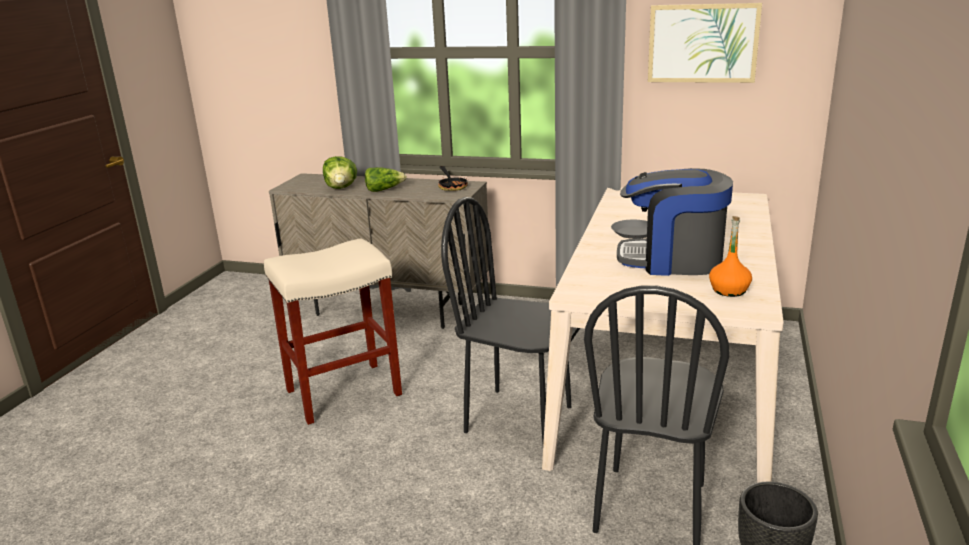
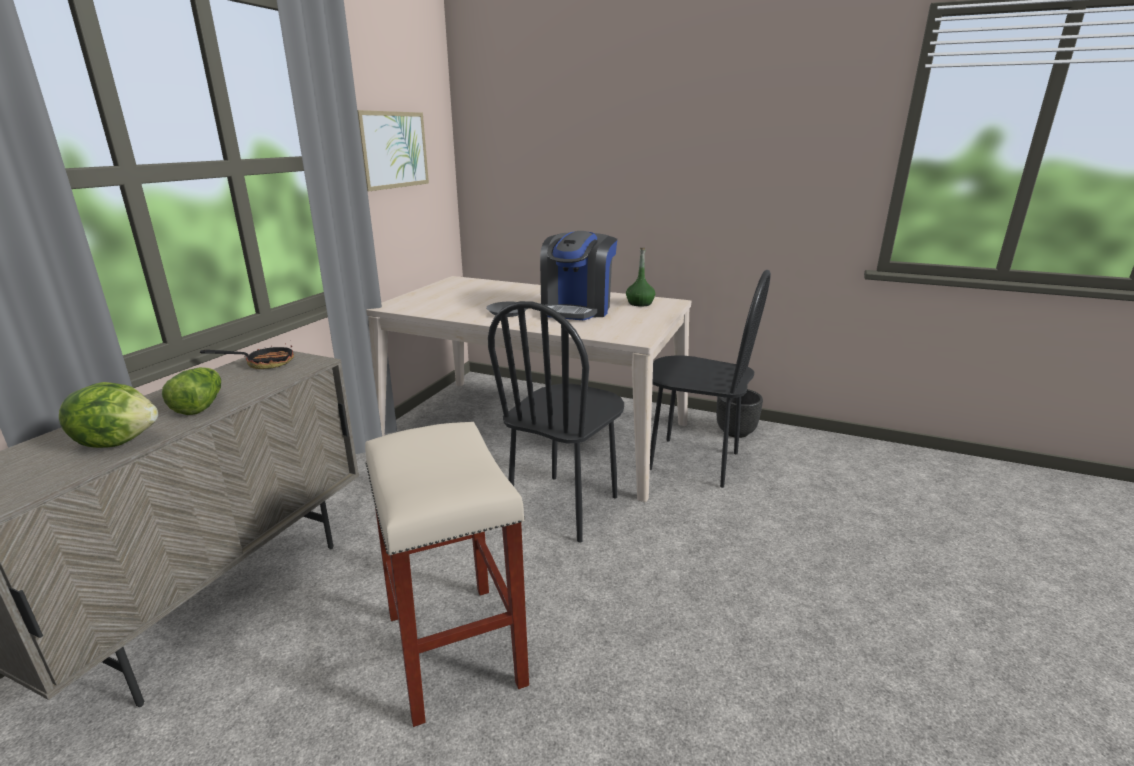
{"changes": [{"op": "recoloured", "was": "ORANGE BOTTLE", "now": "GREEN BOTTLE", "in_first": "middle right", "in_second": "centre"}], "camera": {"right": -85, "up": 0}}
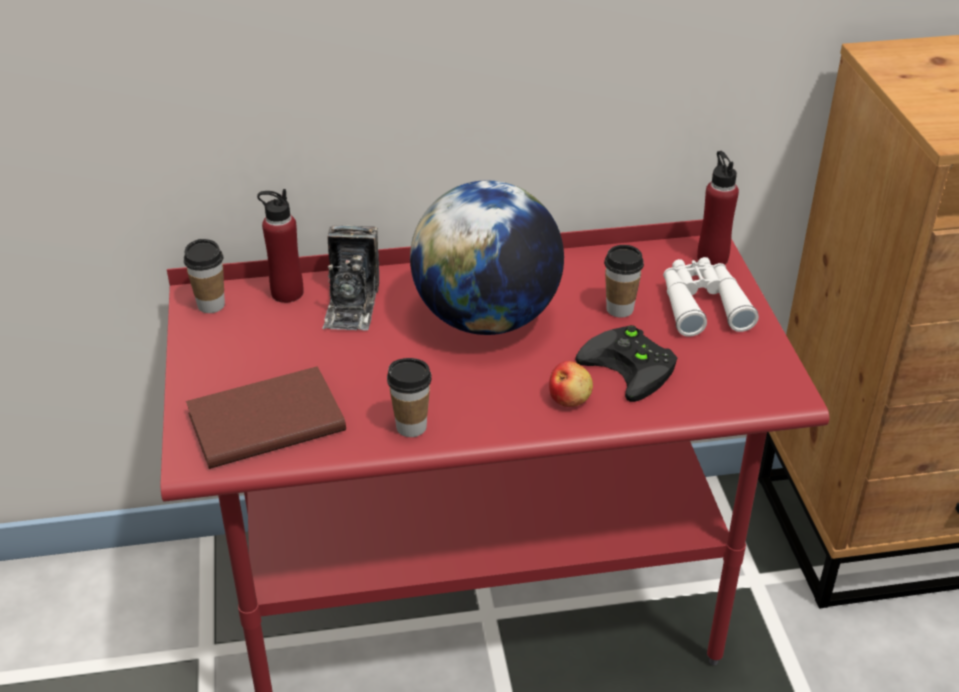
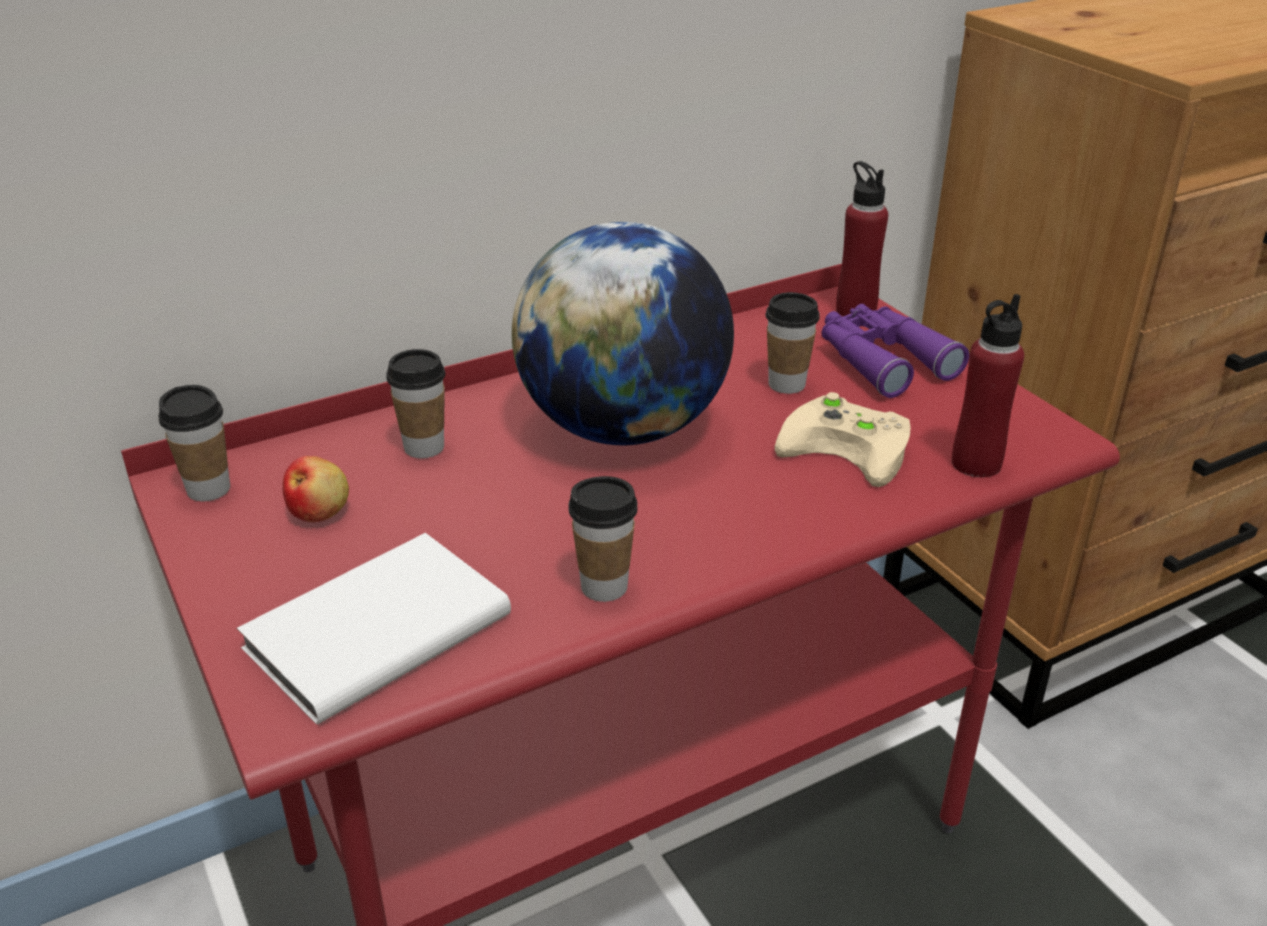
{"changes": [{"op": "moved", "was": "RED BOTTLE (1st from left in the first image)", "now": "RED BOTTLE (2nd from left)", "in_first": "middle left", "in_second": "middle right"}, {"op": "replaced", "was": "PHOTO CAMERA", "now": "CUP (2nd from left)", "in_first": "centre", "in_second": "middle left"}, {"op": "recoloured", "was": "WHITE BINOCULARS", "now": "PURPLE BINOCULARS", "in_first": "middle right", "in_second": "middle right"}, {"op": "recoloured", "was": "BLACK GAME CONTROLLER", "now": "BEIGE GAME CONTROLLER", "in_first": "centre", "in_second": "centre"}, {"op": "moved", "was": "APPLE", "in_first": "centre", "in_second": "middle left"}, {"op": "recoloured", "was": "BROWN BOOK", "now": "WHITE BOOK", "in_first": "middle left", "in_second": "bottom left"}], "camera": {"right": -20, "up": -5}}
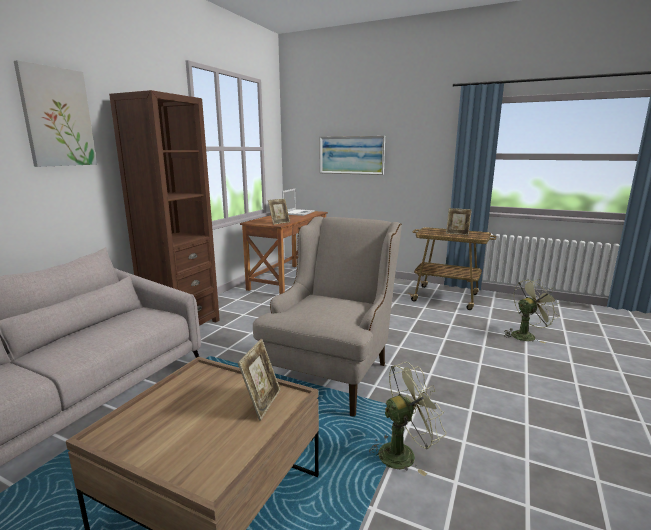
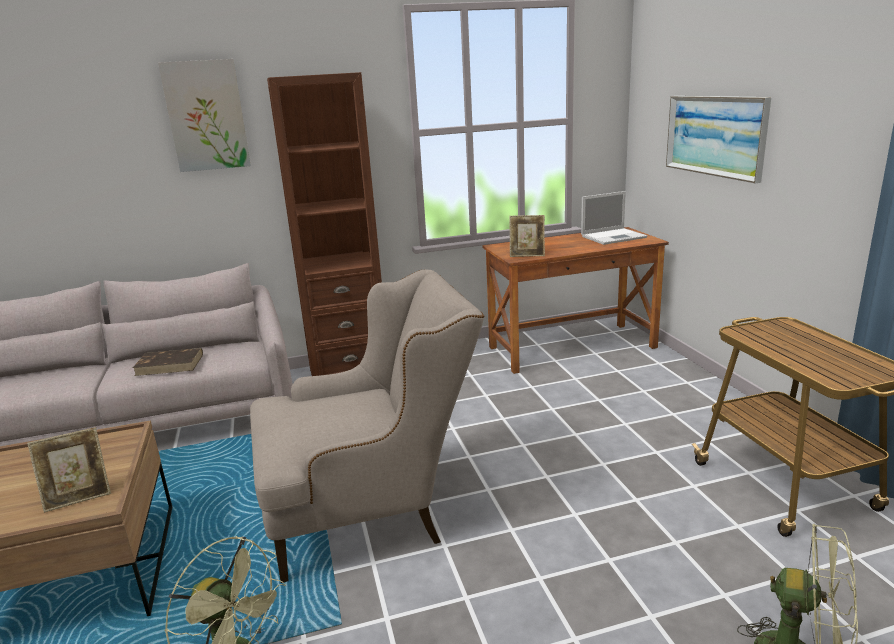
{"changes": [{"op": "removed", "was": "PICTURE FRAME (3rd from left)", "in_first": "middle right"}, {"op": "added", "now": "BROWN BOOK", "in_second": "middle left"}], "camera": {"right": 50, "up": 5}}
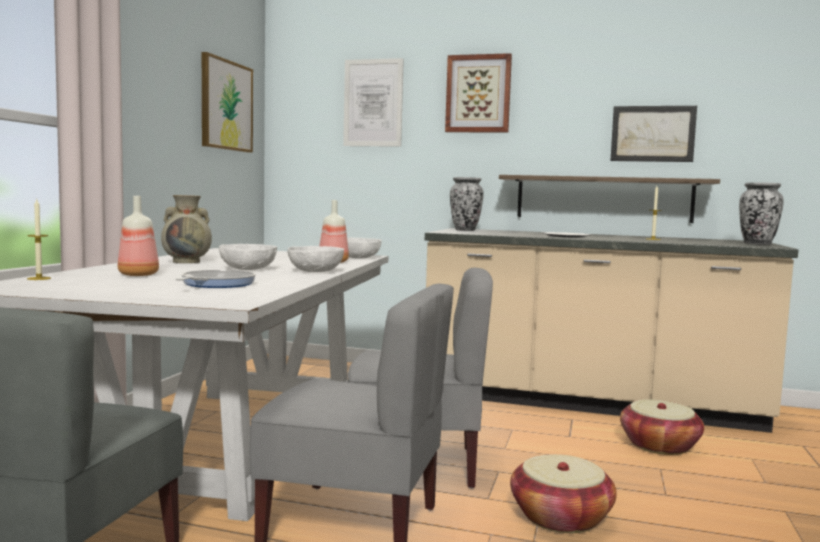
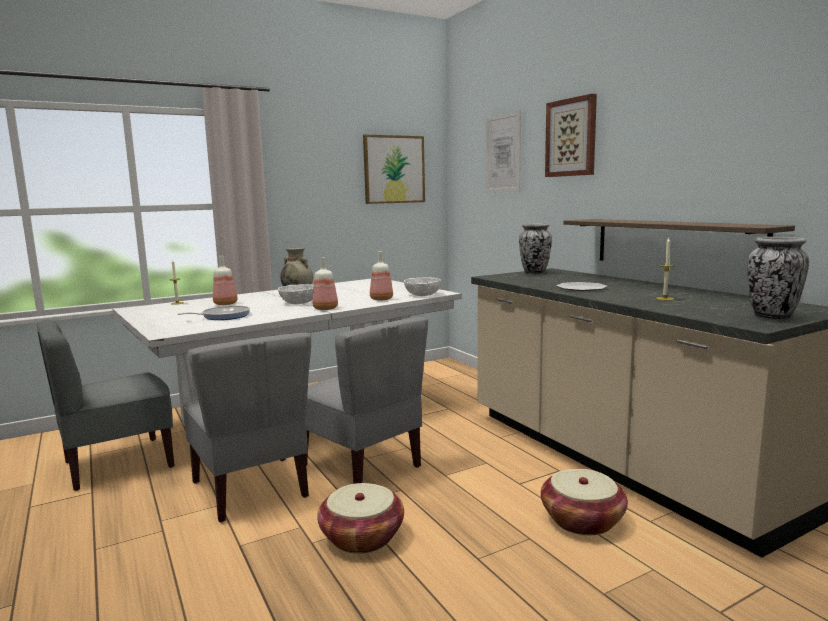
{"changes": [{"op": "removed", "was": "PICTURE (4th from left)", "in_first": "top right"}, {"op": "replaced", "was": "WHITE BOWL (2nd from left)", "now": "BOTTLE (2nd from left)", "in_first": "centre", "in_second": "centre"}], "camera": {"right": 45, "up": 5}}
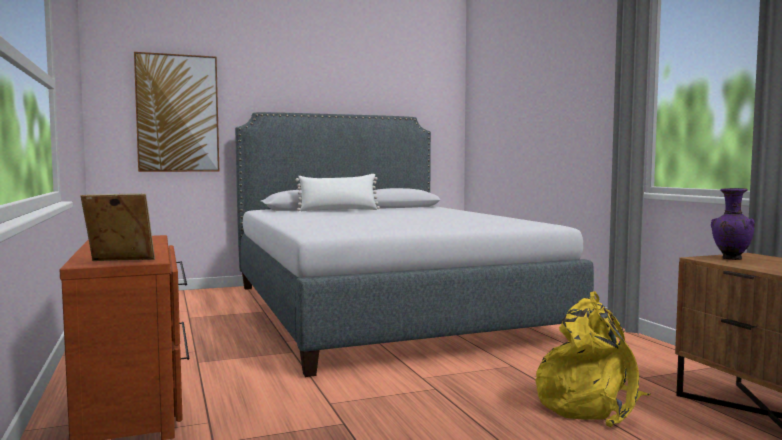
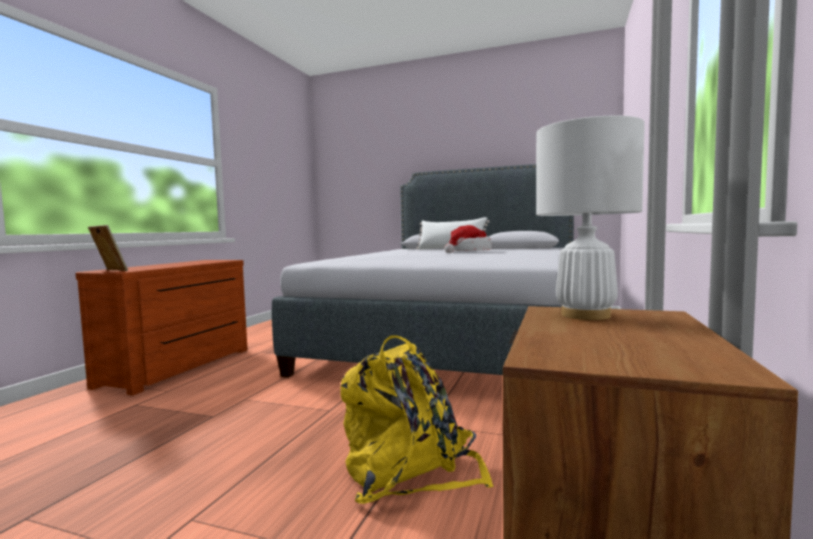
{"changes": [{"op": "removed", "was": "PICTURE", "in_first": "top left"}, {"op": "replaced", "was": "PURPLE VASE", "now": "WHITE TABLE LAMP", "in_first": "middle right", "in_second": "middle right"}, {"op": "added", "now": "HAT", "in_second": "centre"}], "camera": {"right": 40, "up": 0}}
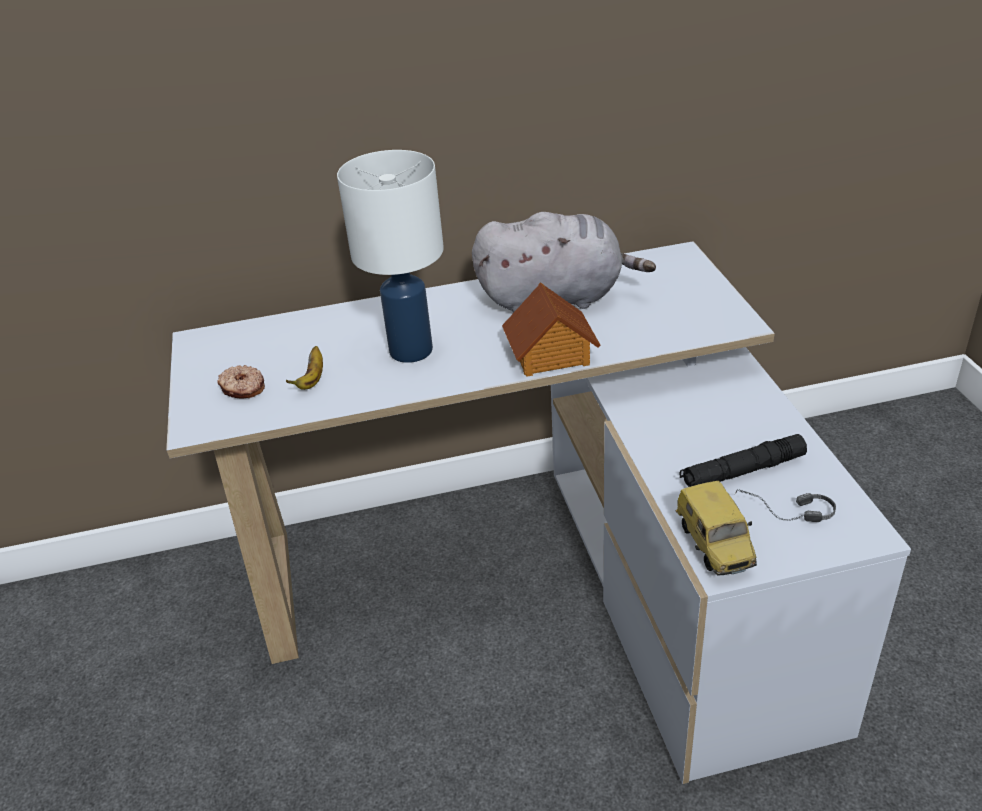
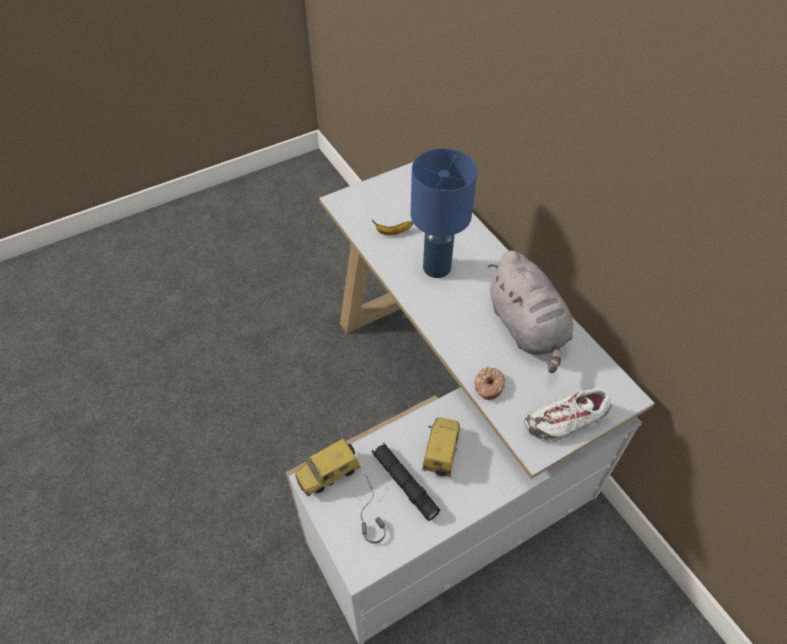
{"changes": [{"op": "recoloured", "was": "WHITE TABLE LAMP", "now": "BLUE TABLE LAMP", "in_first": "top centre", "in_second": "top centre"}, {"op": "removed", "was": "TOY HOUSE", "in_first": "centre"}, {"op": "moved", "was": "DONUT", "in_first": "middle left", "in_second": "centre"}, {"op": "added", "now": "WHITE SHOE", "in_second": "middle right"}, {"op": "added", "now": "TOY CAR (2nd from left)", "in_second": "bottom centre"}], "camera": {"right": 70, "up": 15}}
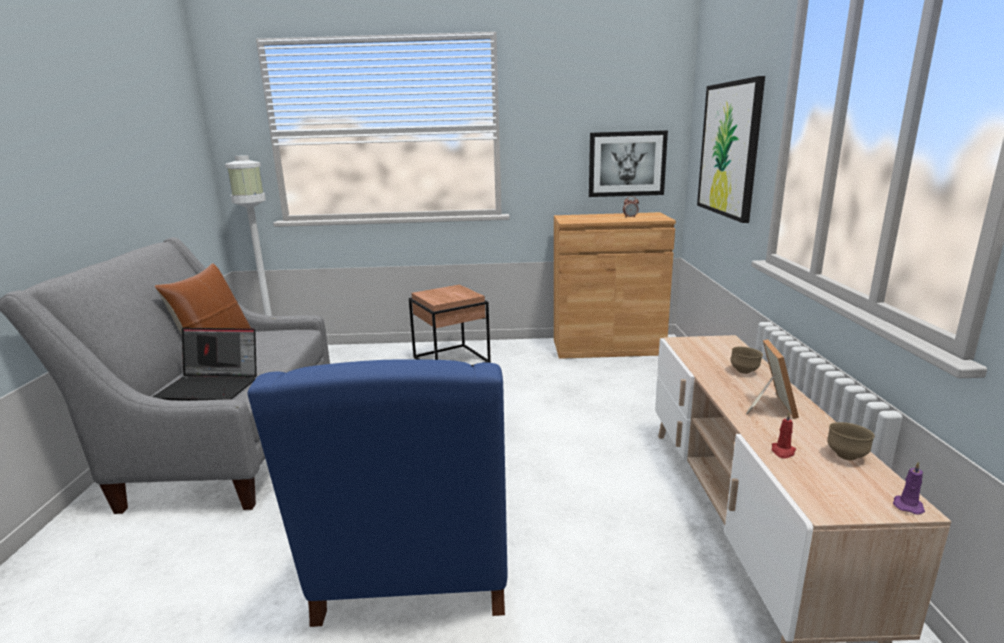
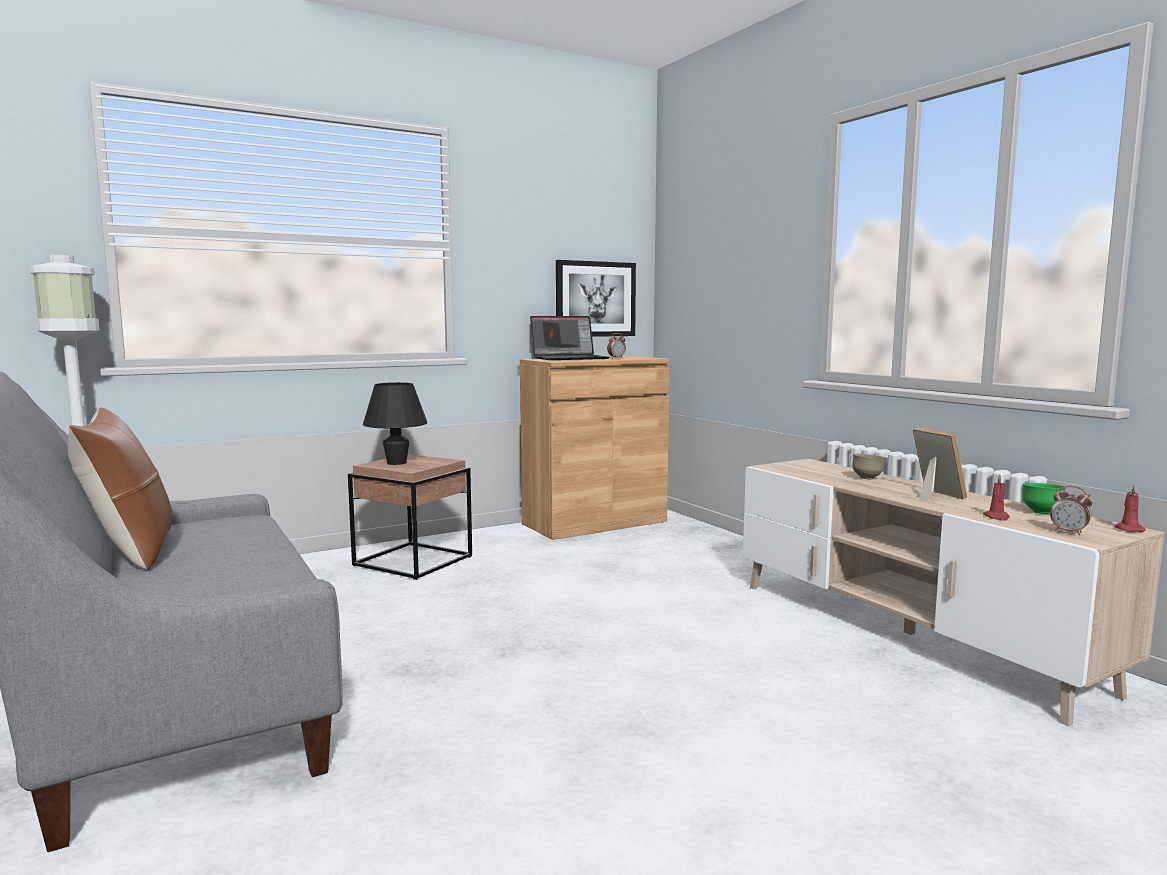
{"changes": [{"op": "removed", "was": "PICTURE (2nd from left)", "in_first": "top right"}, {"op": "moved", "was": "LAPTOP", "in_first": "middle left", "in_second": "centre"}, {"op": "removed", "was": "BLUE ARMCHAIR", "in_first": "bottom centre"}, {"op": "recoloured", "was": "BROWN BOWL (2nd from left)", "now": "GREEN BOWL", "in_first": "bottom right", "in_second": "middle right"}, {"op": "recoloured", "was": "PURPLE CANDLE", "now": "RED CANDLE (2nd from left)", "in_first": "bottom right", "in_second": "middle right"}, {"op": "added", "now": "BLACK TABLE LAMP", "in_second": "centre"}, {"op": "added", "now": "ALARM CLOCK (2nd from left)", "in_second": "middle right"}], "camera": {"right": -30, "up": -10}}
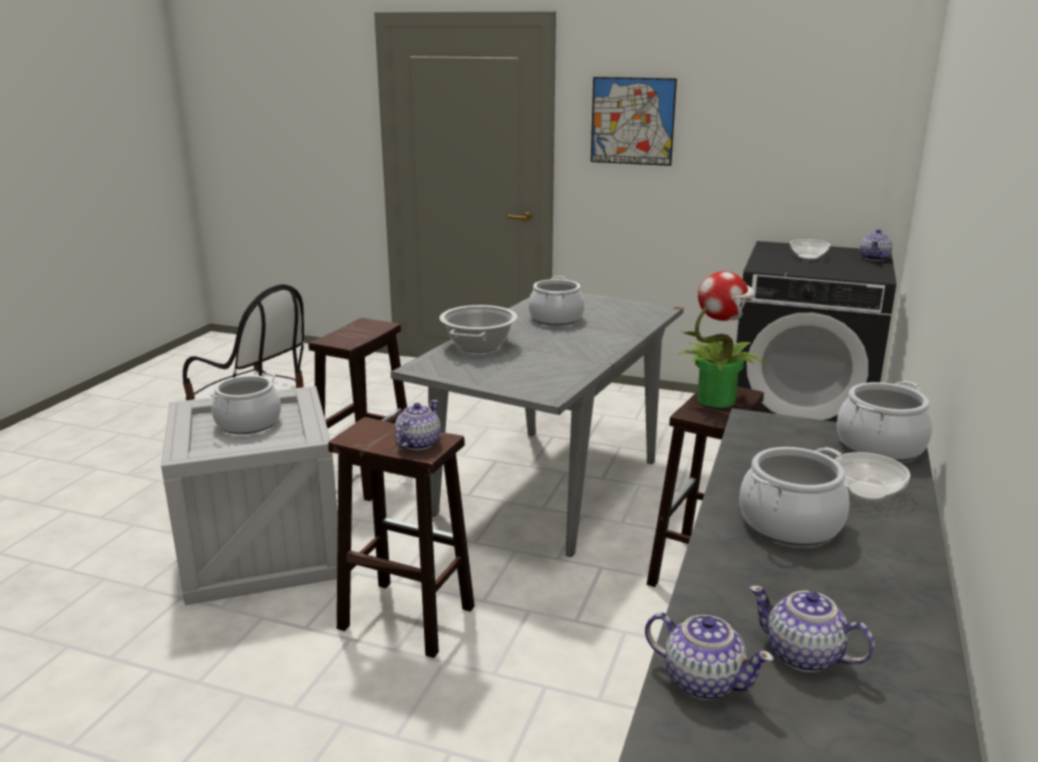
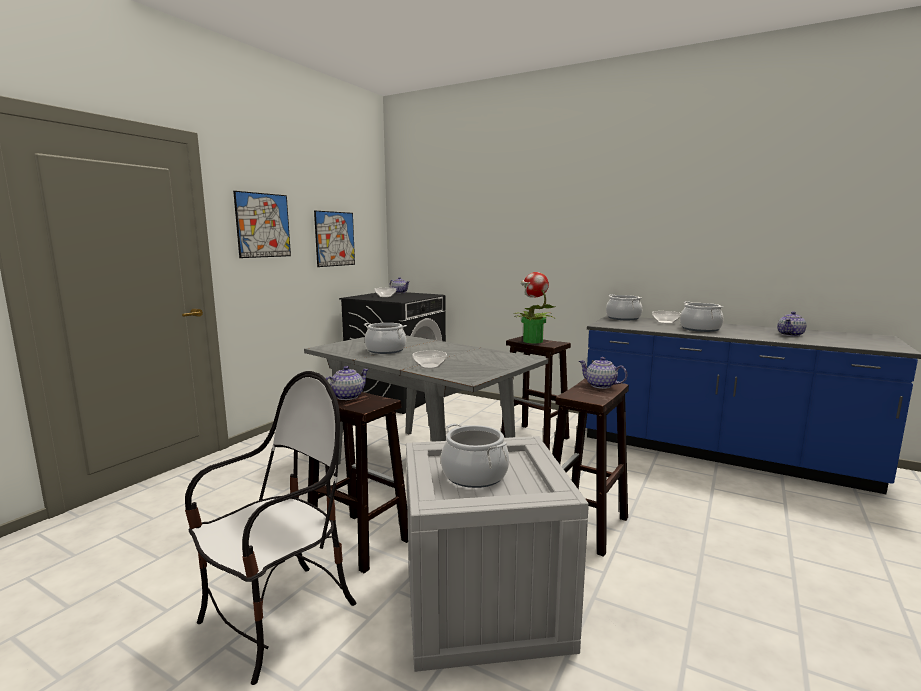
{"changes": [{"op": "replaced", "was": "COOKING POT (2nd from left)", "now": "BOWL (2nd from left)", "in_first": "centre", "in_second": "centre"}, {"op": "moved", "was": "TEAPOT (2nd from left in the first image)", "now": "TEAPOT (1st from left)", "in_first": "bottom right", "in_second": "centre"}, {"op": "added", "now": "PICTURE (2nd from left)", "in_second": "centre"}], "camera": {"right": -80, "up": -10}}
